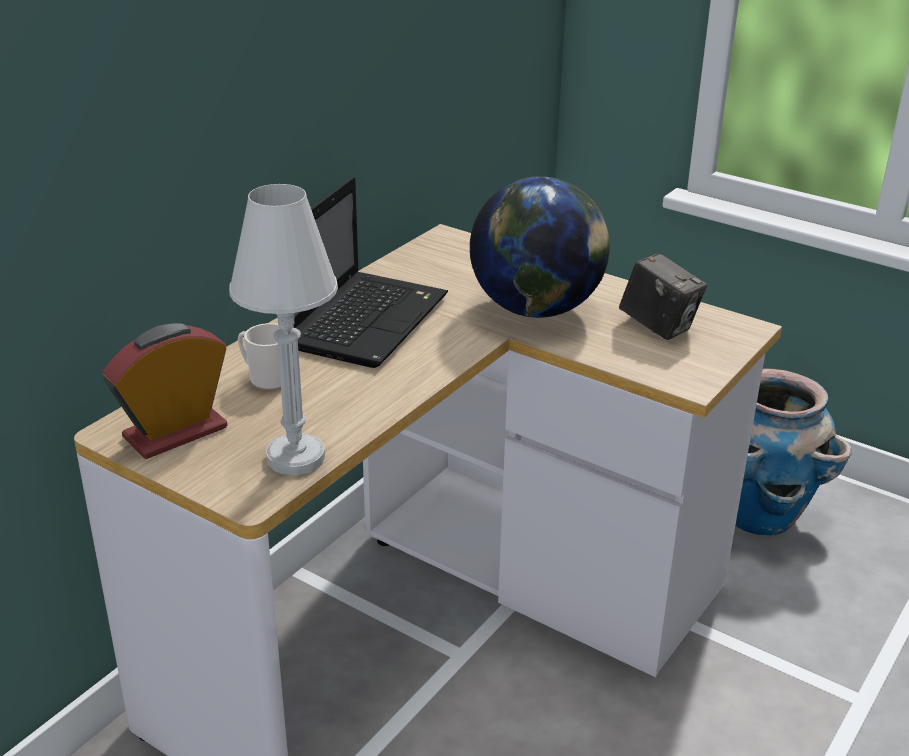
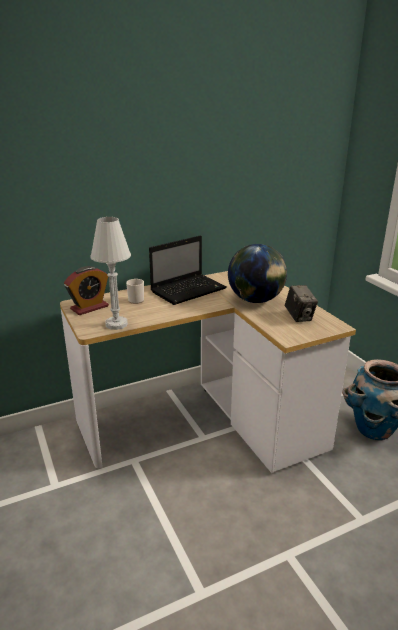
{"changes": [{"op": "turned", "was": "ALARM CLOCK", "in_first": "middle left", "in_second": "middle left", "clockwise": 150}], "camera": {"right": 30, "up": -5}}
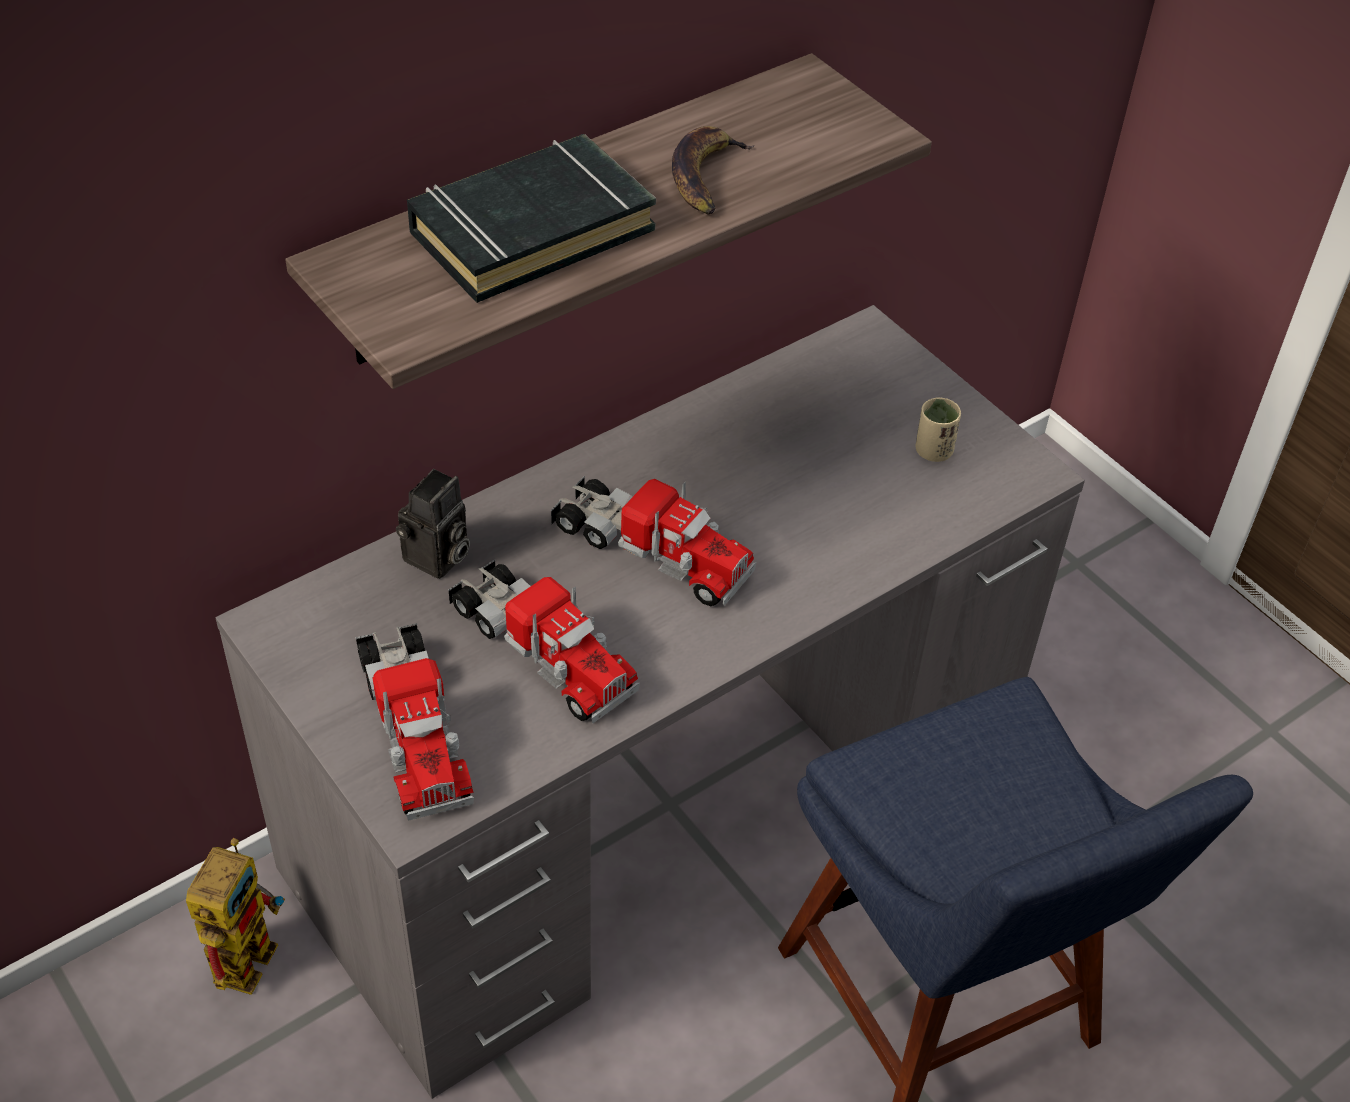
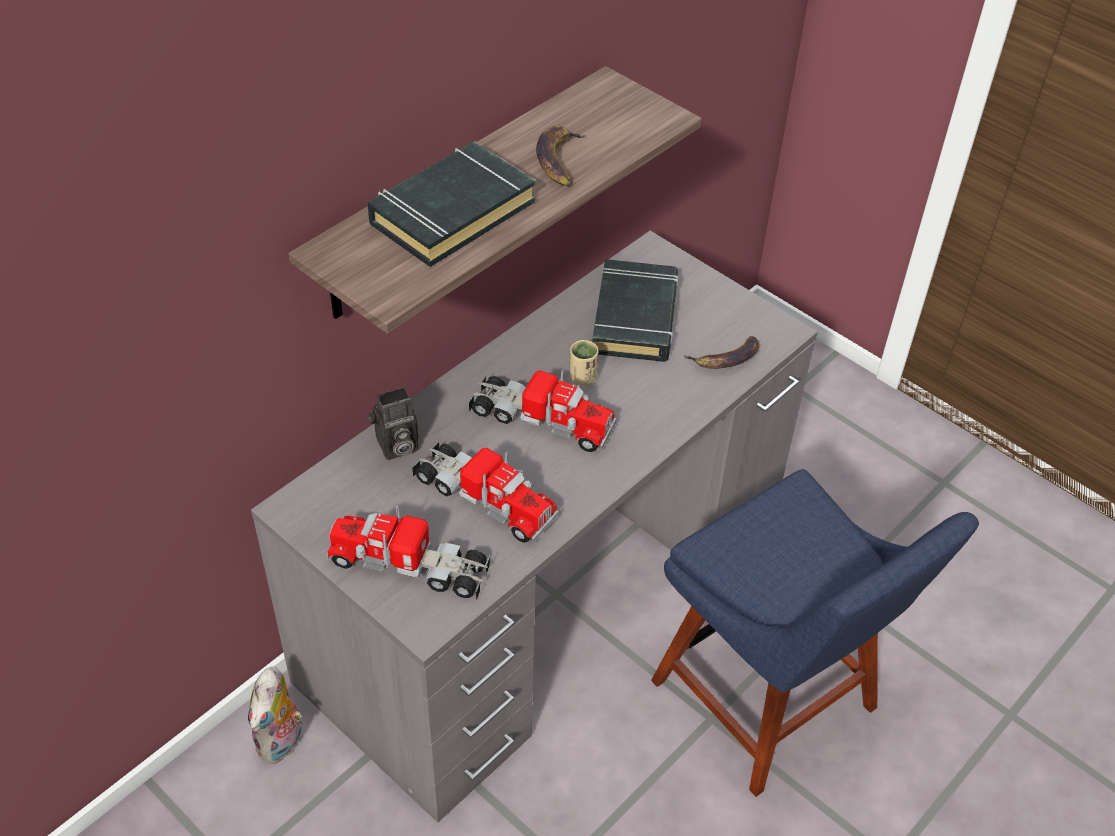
{"changes": [{"op": "moved", "was": "BEIGE CUP", "in_first": "middle right", "in_second": "centre"}, {"op": "turned", "was": "PHOTO CAMERA", "in_first": "middle left", "in_second": "centre", "clockwise": 45}, {"op": "turned", "was": "TOY TRUCK (1st from left)", "in_first": "middle left", "in_second": "centre", "clockwise": 135}, {"op": "replaced", "was": "TOY ROBOT", "now": "PLUSH TOY", "in_first": "bottom left", "in_second": "bottom left"}, {"op": "added", "now": "BLACK BOOK (2nd from left)", "in_second": "centre"}, {"op": "added", "now": "BANANA (2nd from left)", "in_second": "centre"}], "camera": {"right": -10, "up": 0}}
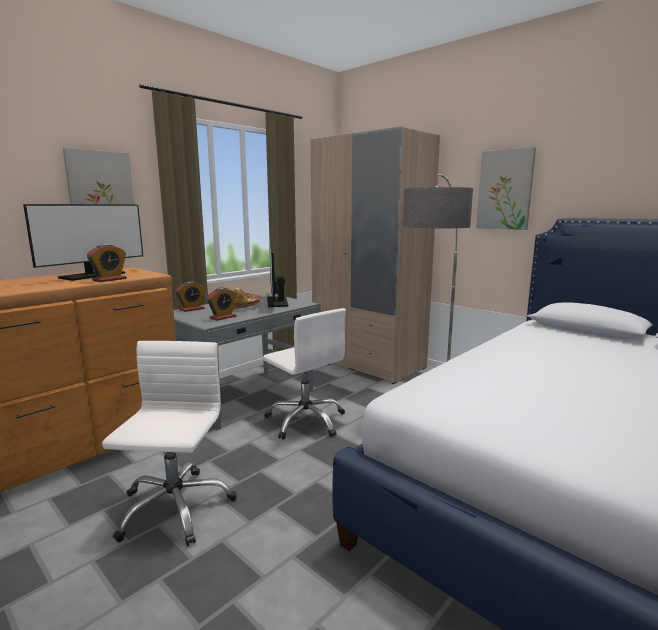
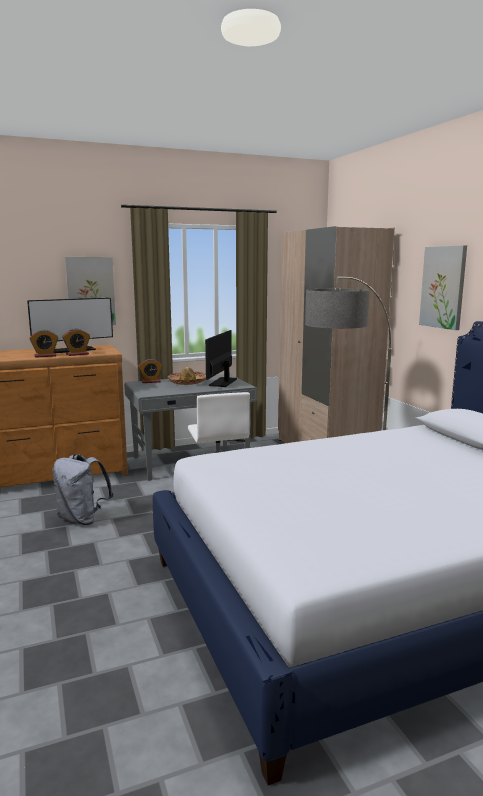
{"changes": [{"op": "moved", "was": "ALARM CLOCK (3rd from left in the first image)", "now": "ALARM CLOCK (1st from left)", "in_first": "centre", "in_second": "middle left"}, {"op": "replaced", "was": "WHITE OFFICE CHAIR (1st from left)", "now": "GREY BACKPACK", "in_first": "bottom left", "in_second": "middle left"}], "camera": {"right": 25, "up": 0}}
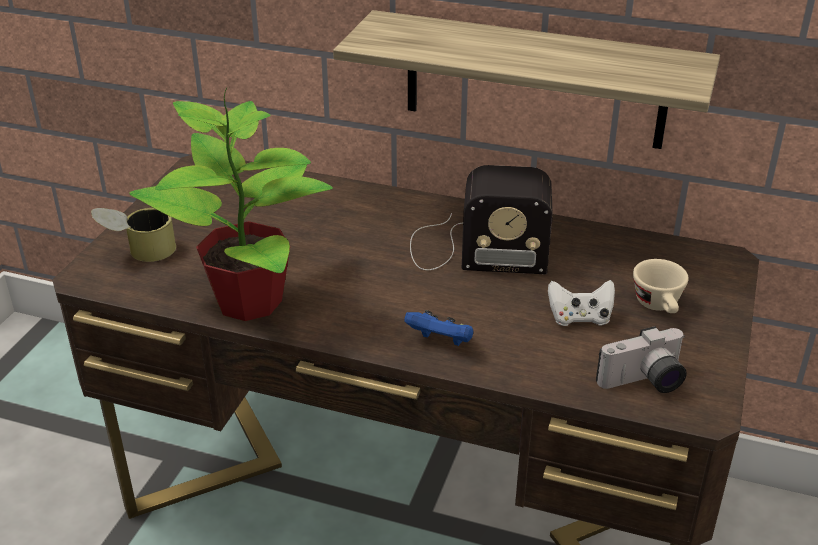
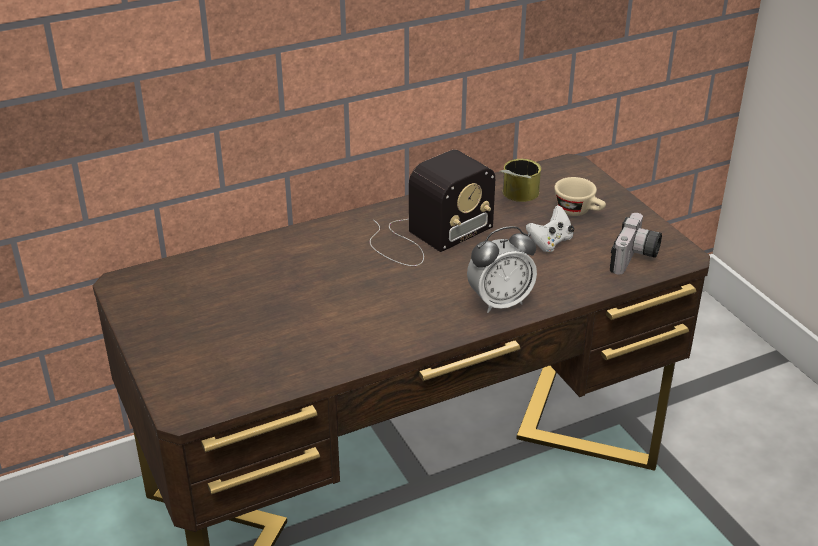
{"changes": [{"op": "removed", "was": "SHELF", "in_first": "top centre"}, {"op": "removed", "was": "POTTED PLANT", "in_first": "middle left"}, {"op": "moved", "was": "CAN", "in_first": "middle left", "in_second": "top centre"}, {"op": "replaced", "was": "BLUE GAME CONTROLLER", "now": "ALARM CLOCK", "in_first": "centre", "in_second": "centre"}], "camera": {"right": -45, "up": 0}}
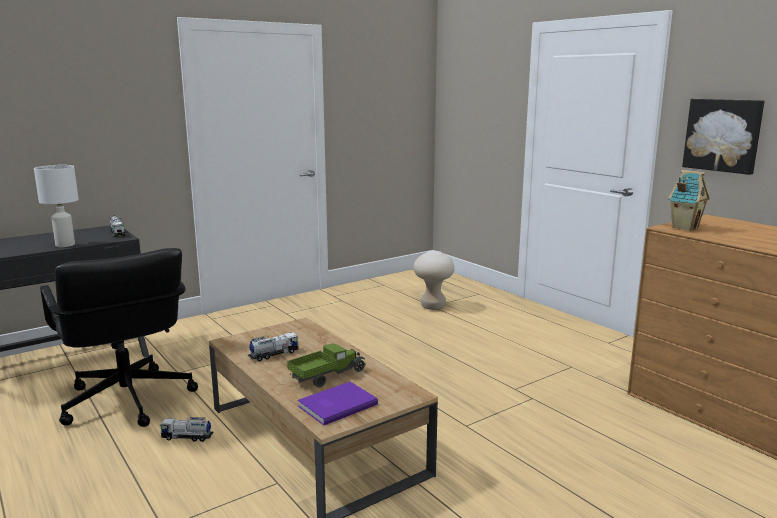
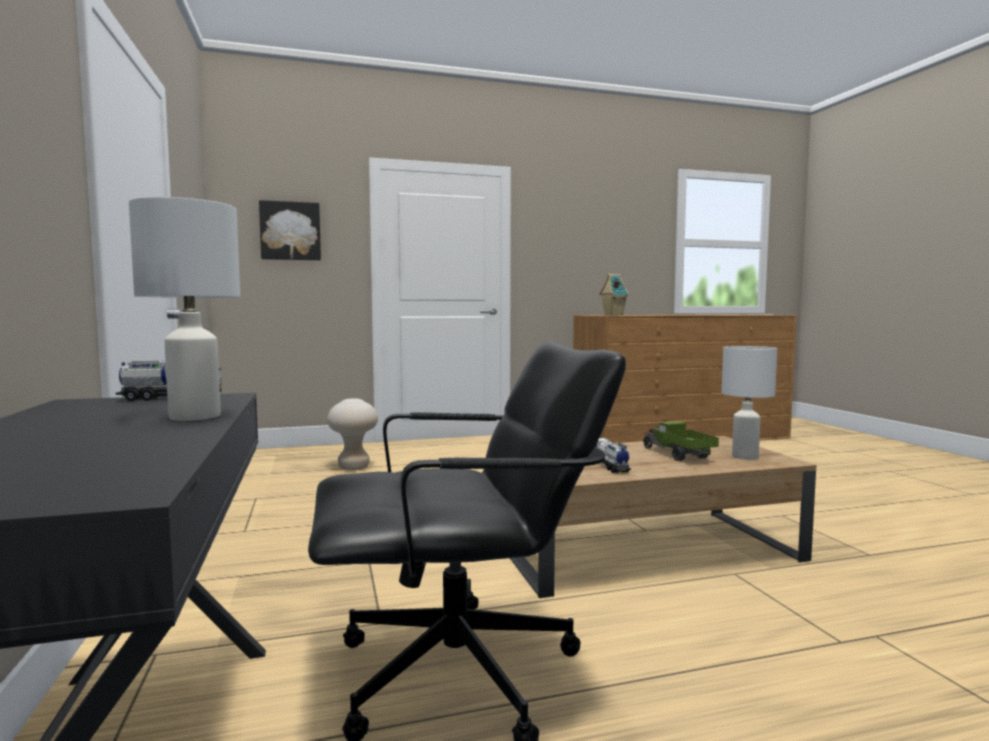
{"changes": [{"op": "moved", "was": "PICTURE", "in_first": "top right", "in_second": "top left"}, {"op": "replaced", "was": "PURPLE BOOK", "now": "WHITE TABLE LAMP (2nd from left)", "in_first": "bottom centre", "in_second": "middle right"}, {"op": "removed", "was": "TOY TRUCK (2nd from left)", "in_first": "bottom left"}], "camera": {"right": -70, "up": -10}}
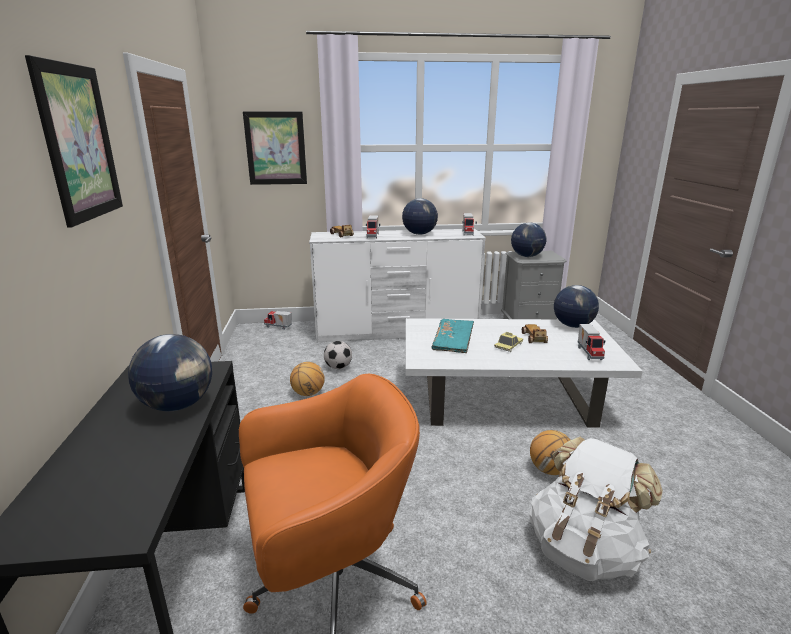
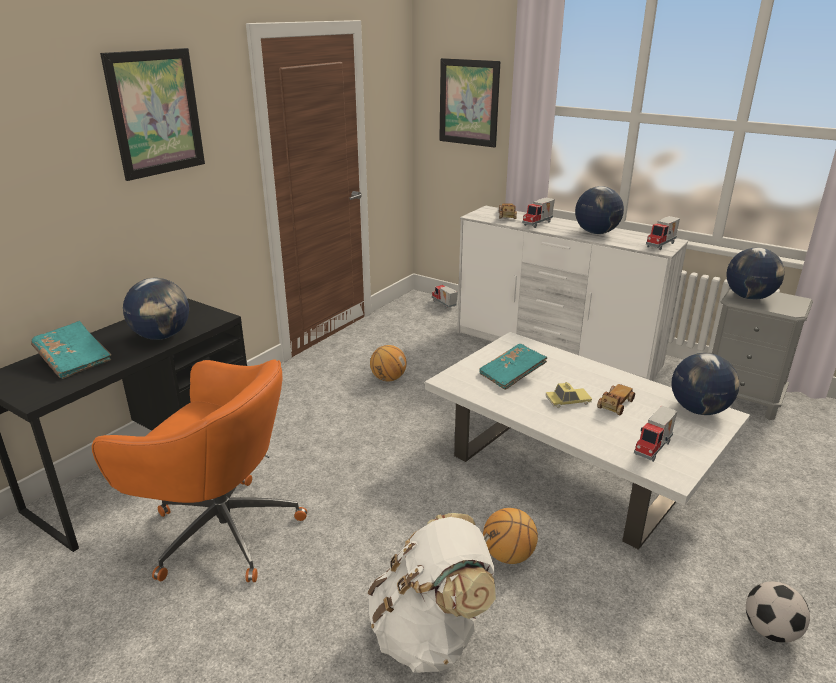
{"changes": [{"op": "moved", "was": "FOOTBALL", "in_first": "centre", "in_second": "bottom right"}, {"op": "added", "now": "TURQUOISE BOOK (1st from left)", "in_second": "middle left"}], "camera": {"right": 40, "up": 5}}
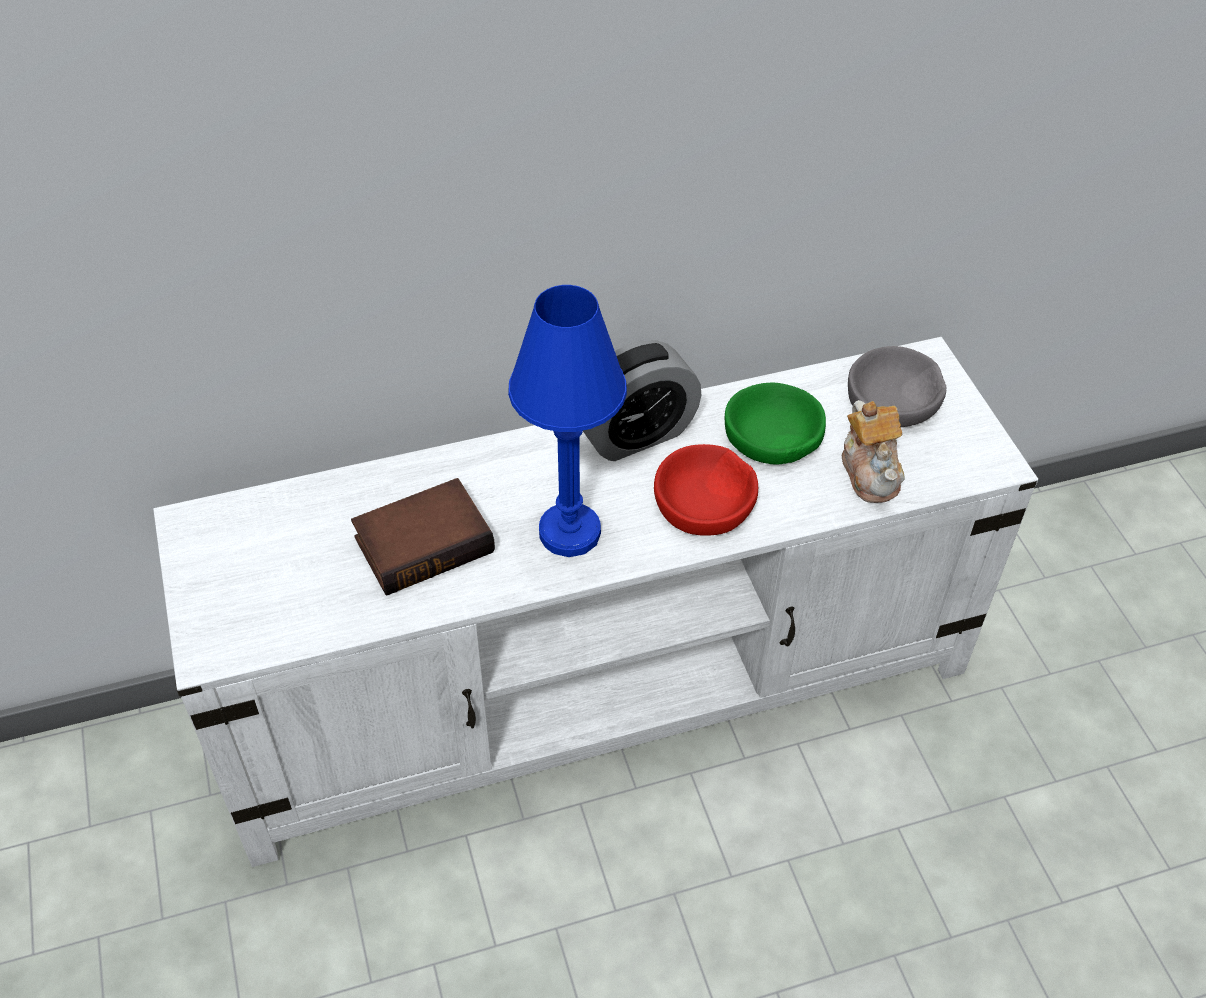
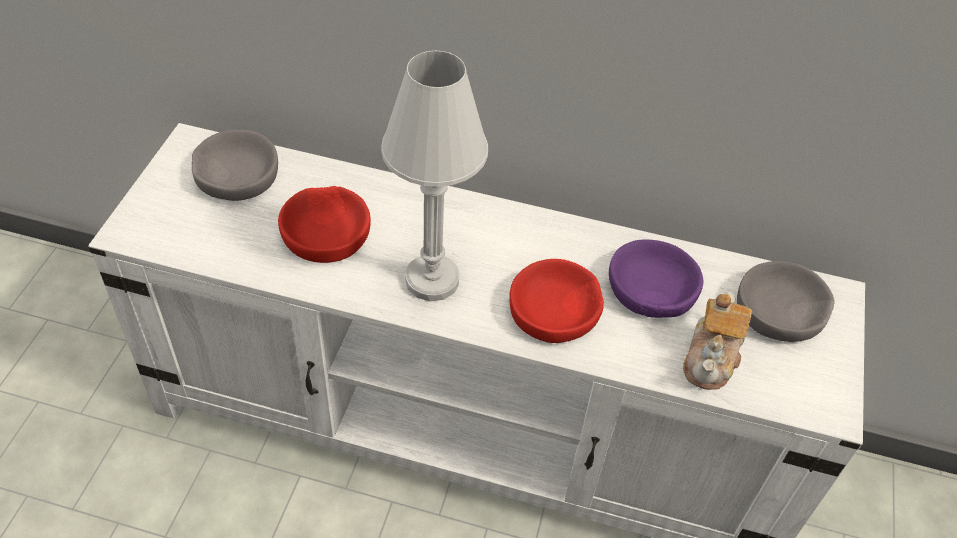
{"changes": [{"op": "recoloured", "was": "BLUE TABLE LAMP", "now": "WHITE TABLE LAMP", "in_first": "centre", "in_second": "top centre"}, {"op": "removed", "was": "ALARM CLOCK", "in_first": "centre"}, {"op": "recoloured", "was": "GREEN BOWL", "now": "PURPLE BOWL", "in_first": "centre", "in_second": "middle right"}, {"op": "replaced", "was": "BOOK", "now": "RED BOWL (1st from left)", "in_first": "centre", "in_second": "centre"}, {"op": "added", "now": "GREY BOWL (1st from left)", "in_second": "top left"}], "camera": {"right": 30, "up": 0}}
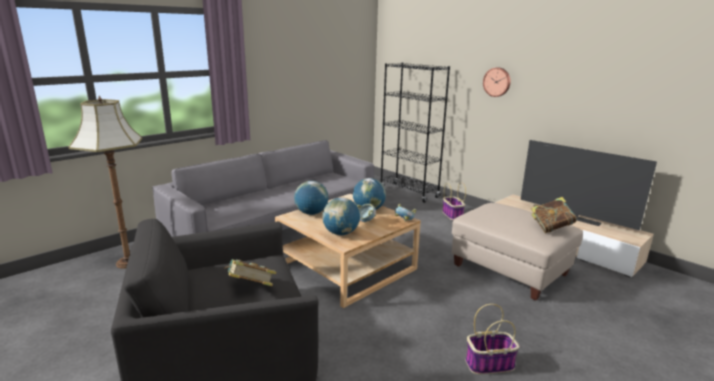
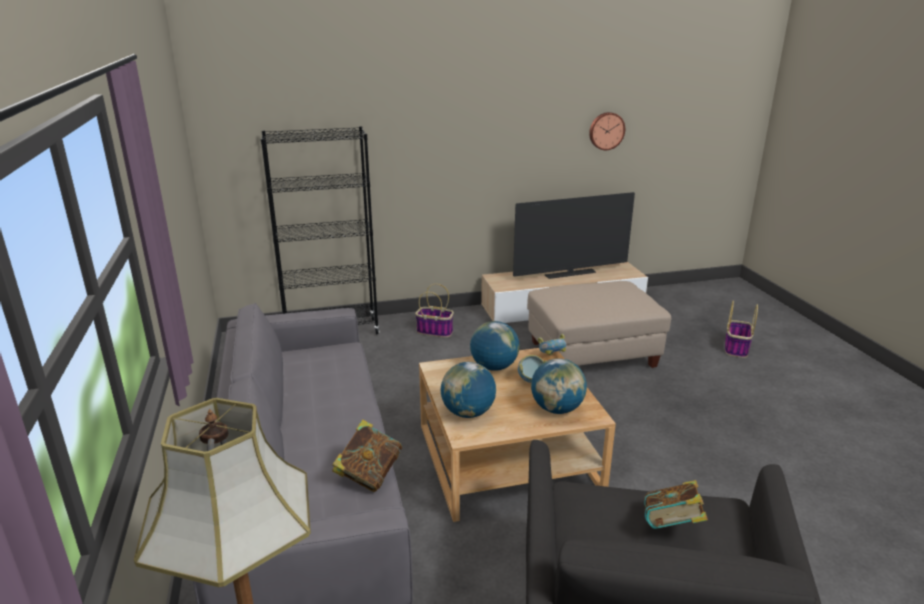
{"changes": [{"op": "moved", "was": "WALL CLOCK", "in_first": "top right", "in_second": "top centre"}, {"op": "moved", "was": "BOOK (2nd from left in the first image)", "now": "BOOK (1st from left)", "in_first": "middle right", "in_second": "bottom centre"}, {"op": "moved", "was": "BASKET (2nd from left)", "in_first": "bottom right", "in_second": "middle right"}], "camera": {"right": -60, "up": 5}}
